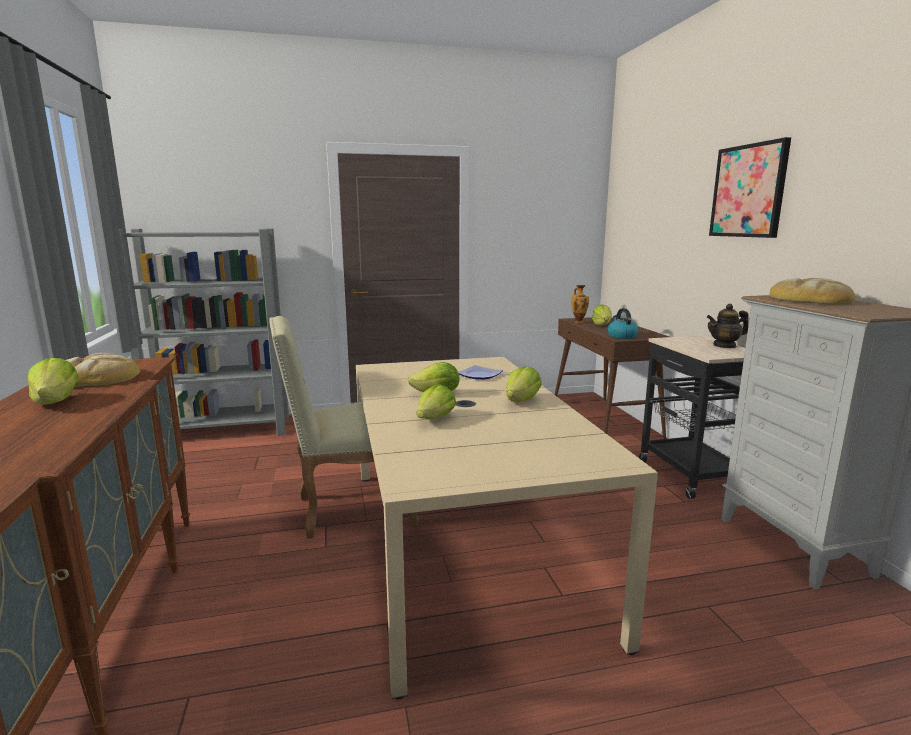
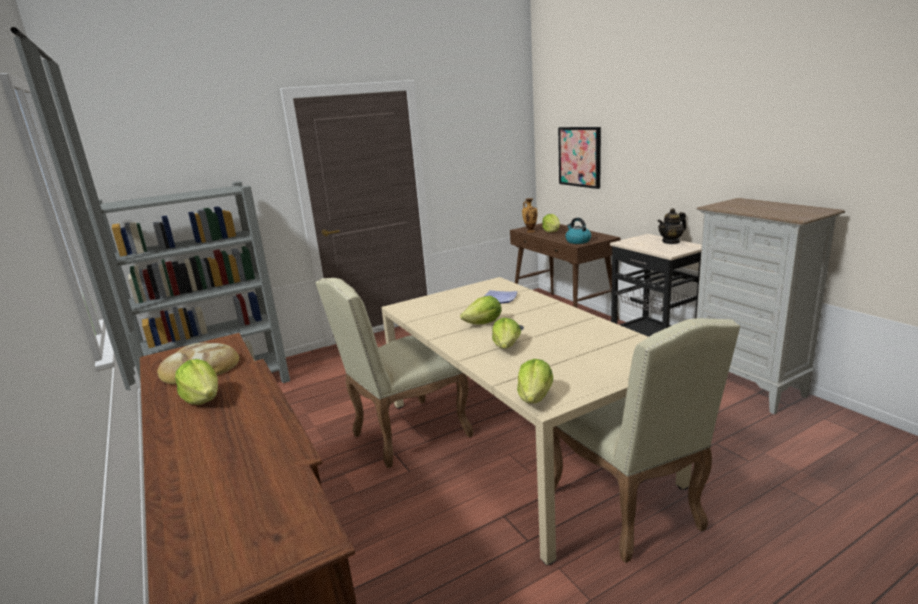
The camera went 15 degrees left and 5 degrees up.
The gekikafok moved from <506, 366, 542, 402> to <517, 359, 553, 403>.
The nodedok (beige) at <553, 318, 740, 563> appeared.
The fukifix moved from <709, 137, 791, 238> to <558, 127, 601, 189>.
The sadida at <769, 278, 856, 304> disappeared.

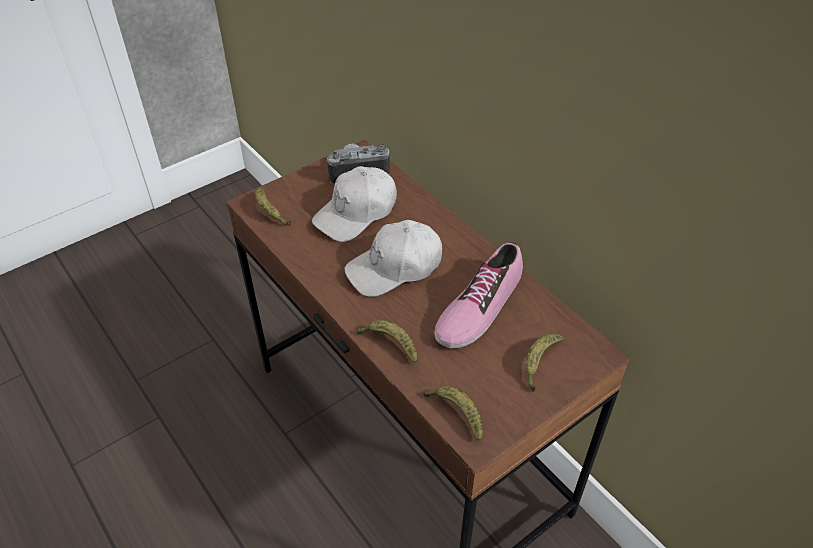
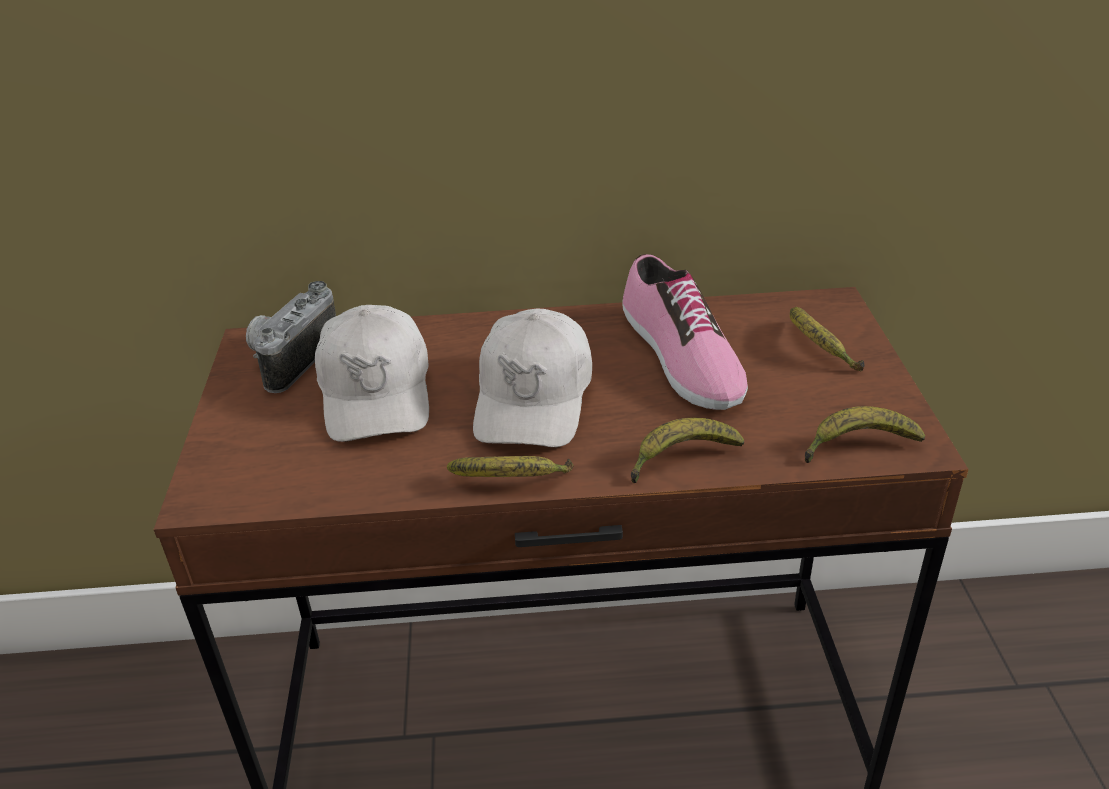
The camera went 55 degrees left and 10 degrees down.
The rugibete moved from <255, 188, 291, 226> to <447, 456, 574, 477>.

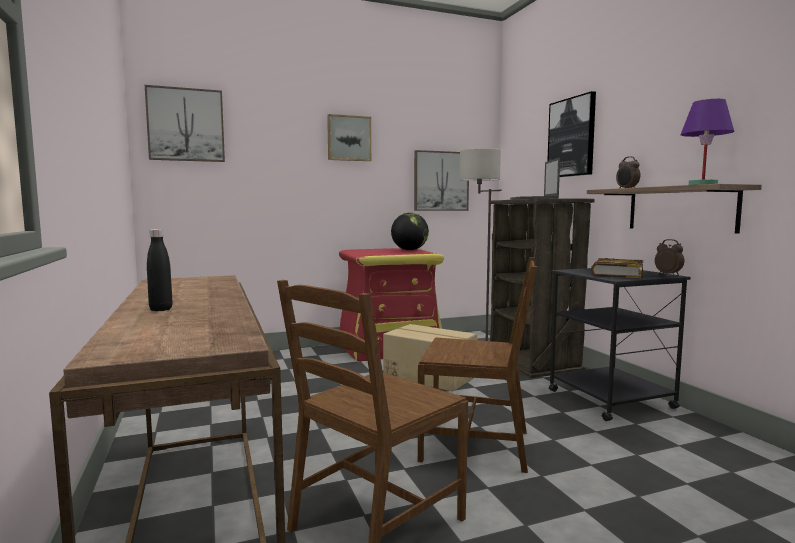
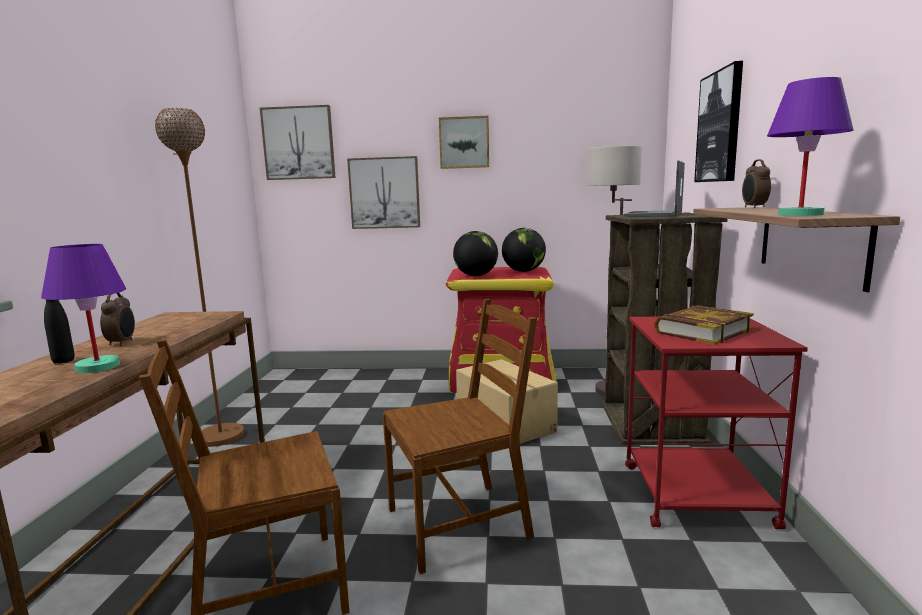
The camera went 25 degrees right and 5 degrees up.
The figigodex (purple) at <41, 244, 126, 373> appeared.
The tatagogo moved from <655, 239, 684, 275> to <100, 292, 135, 346>.
The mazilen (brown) at <155, 108, 244, 447> appeared.
The fukifix moved from <414, 150, 469, 211> to <347, 156, 420, 229>.
The nodedok (brown) at <418, 257, 537, 473> turned 60 degrees counterclockwise.
The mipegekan at <453, 231, 498, 276> appeared.
The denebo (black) at <549, 268, 690, 421> became the denebo (red) at <625, 317, 808, 529>.

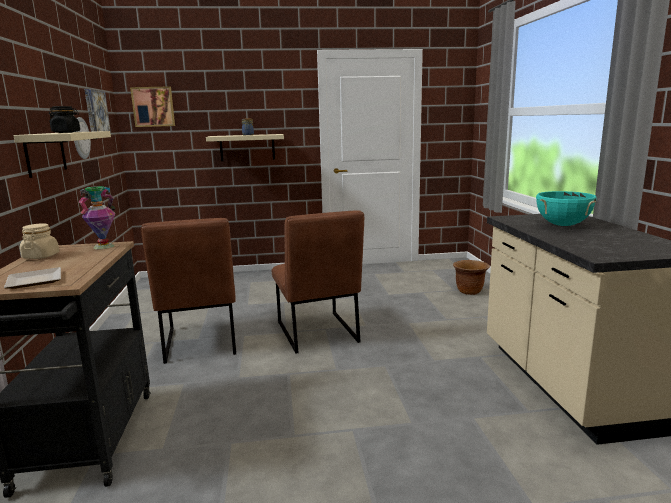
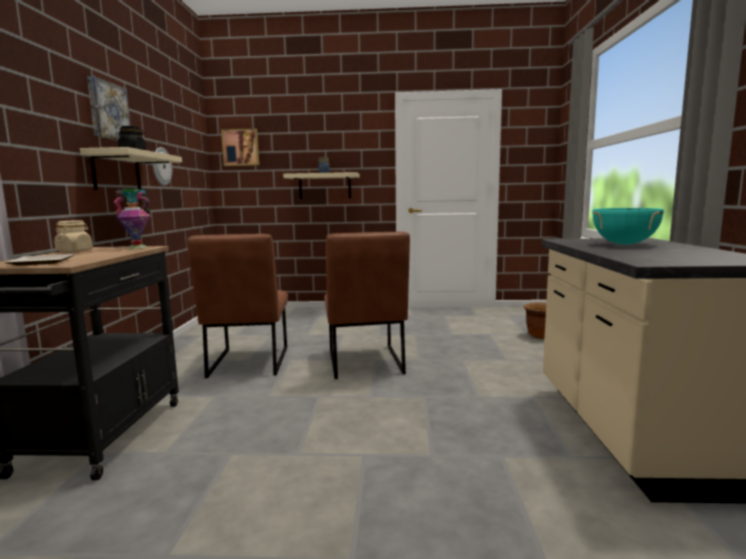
The camera went 10 degrees right and 5 degrees down.
The fukifix moved from <84, 89, 111, 134> to <87, 76, 131, 141>.

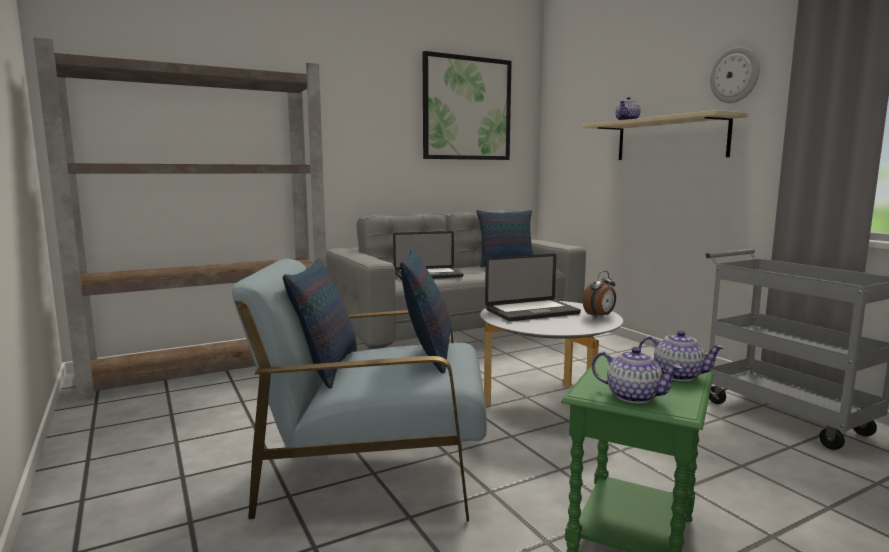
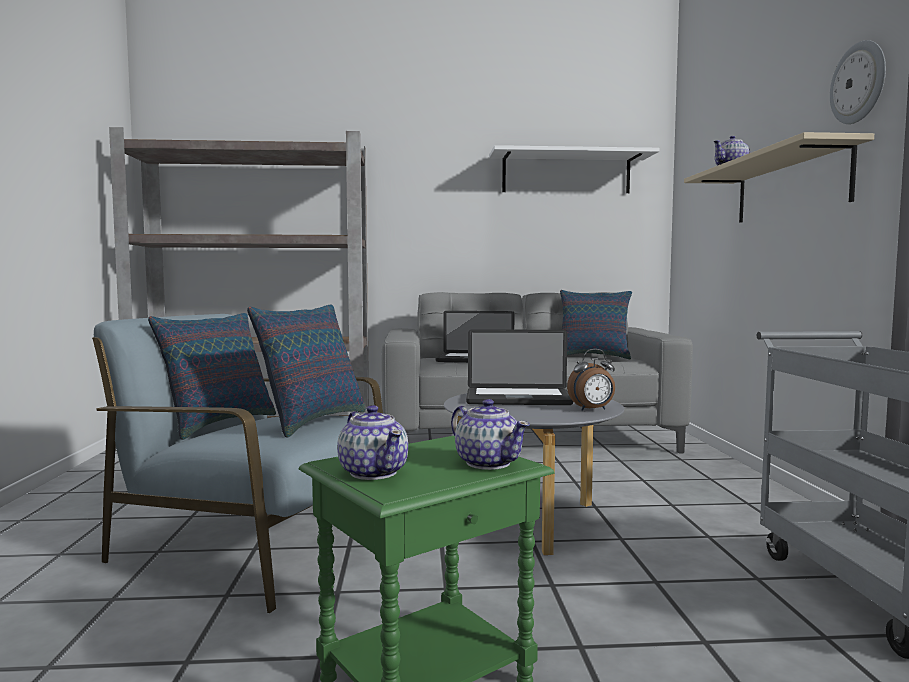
The camera went 25 degrees right and 5 degrees down.
The fukifix at <422, 51, 512, 160> was replaced by the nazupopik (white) at <489, 145, 660, 193>.

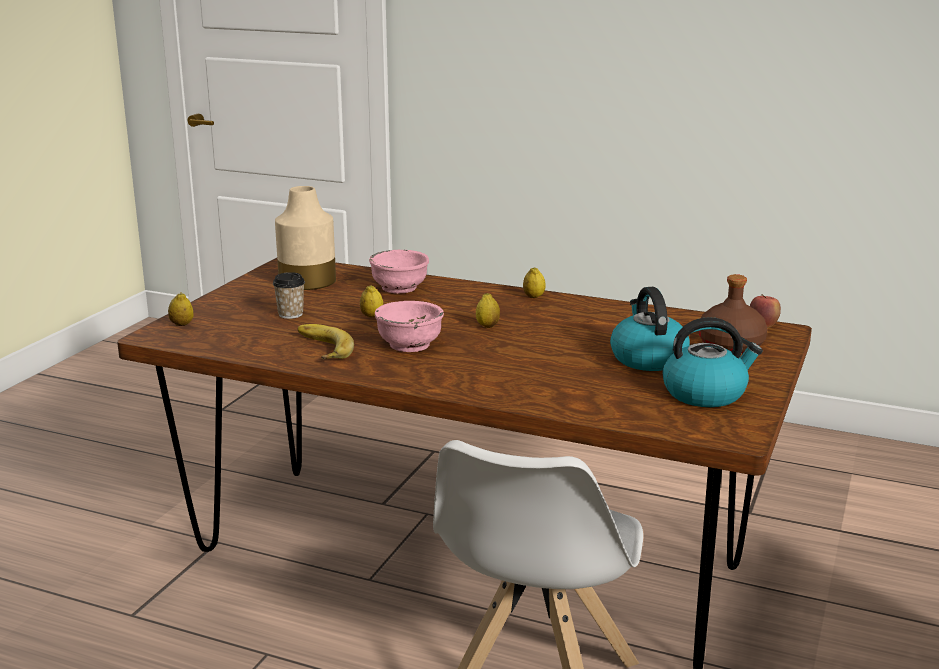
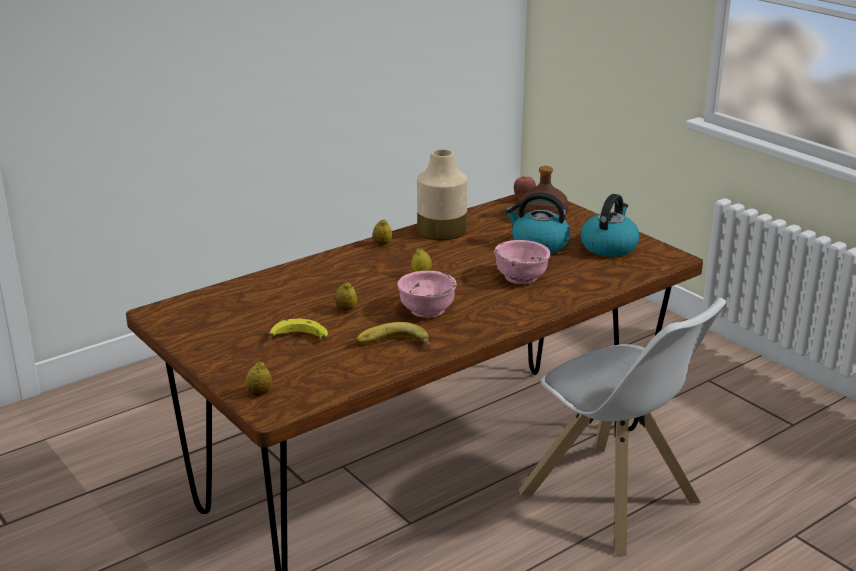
The camera went 60 degrees left and 5 degrees up.
The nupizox at <273, 272, 305, 319> was replaced by the rugibete at <269, 319, 328, 341>.
The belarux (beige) moved from <275, 186, 336, 290> to <417, 149, 467, 240>.
The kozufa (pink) moved from <369, 250, 429, 294> to <494, 240, 550, 284>.

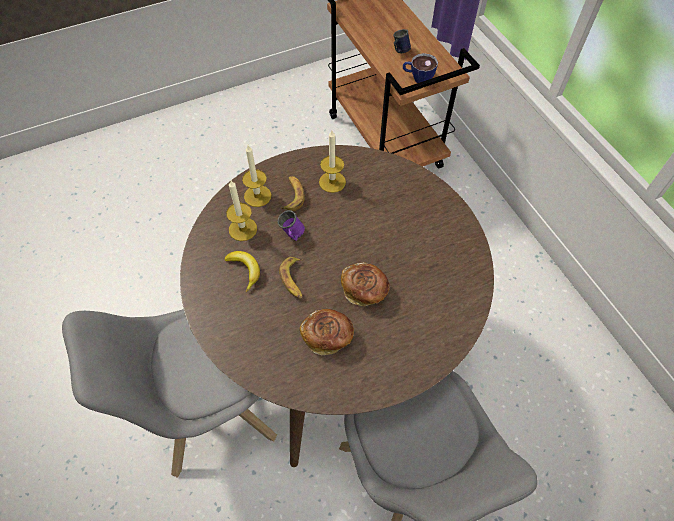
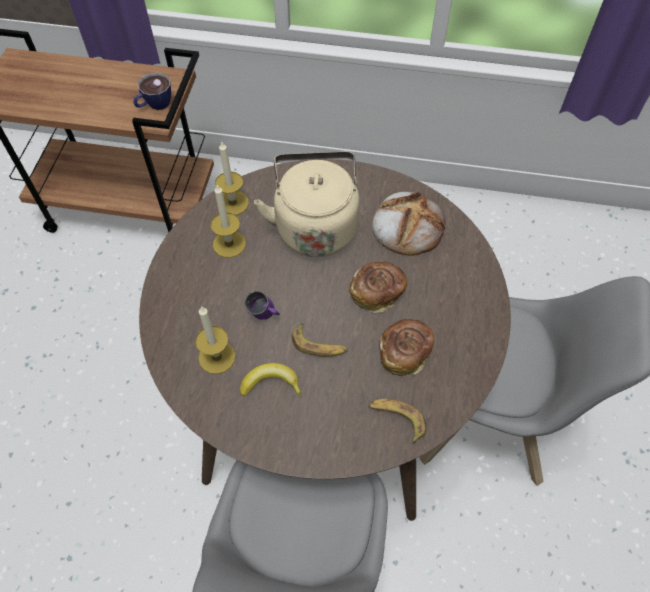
The camera went 55 degrees left and 0 degrees up.
The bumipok moved from <242, 145, 271, 207> to <215, 142, 249, 215>.
The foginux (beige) at <254, 152, 360, 257> appeared.
The rugibete moved from <281, 176, 305, 211> to <369, 399, 427, 444>.
The sadida at <372, 192, 446, 256> appeared.
The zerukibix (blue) at <393, 29, 411, 53> disappeared.

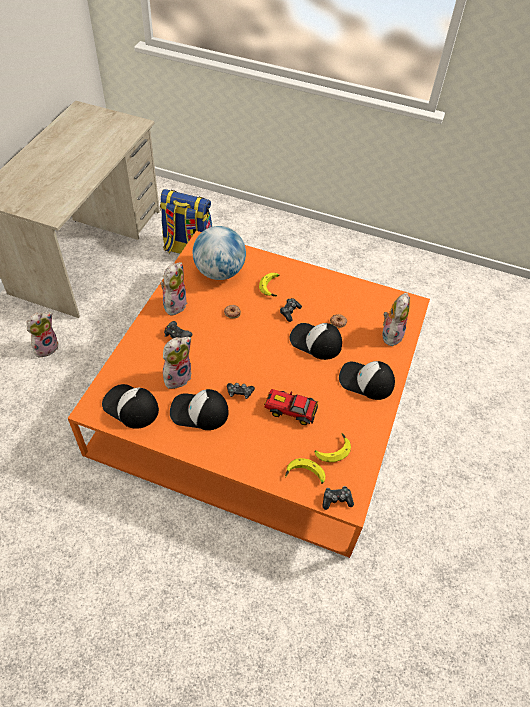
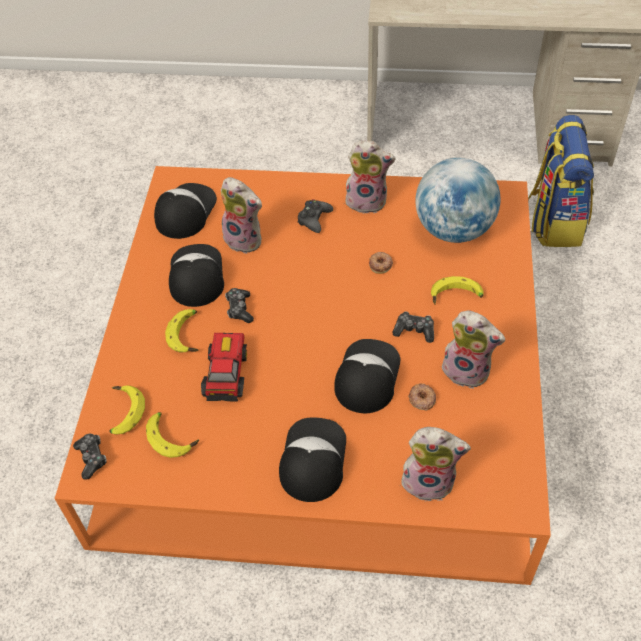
The camera went 80 degrees right and 0 degrees up.
The rugibete at <165, 309, 198, 352> appeared.
The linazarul moved from <26, 312, 58, 357> to <442, 310, 505, 389>.

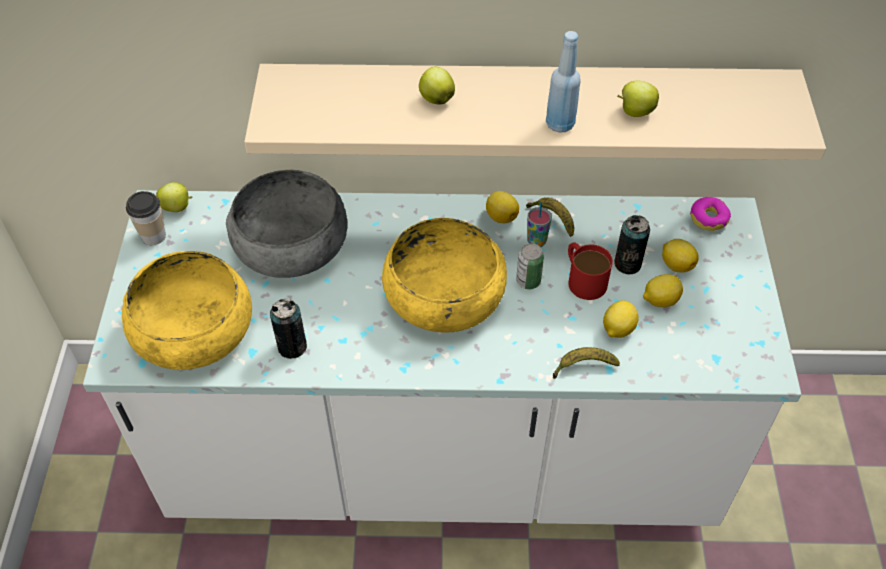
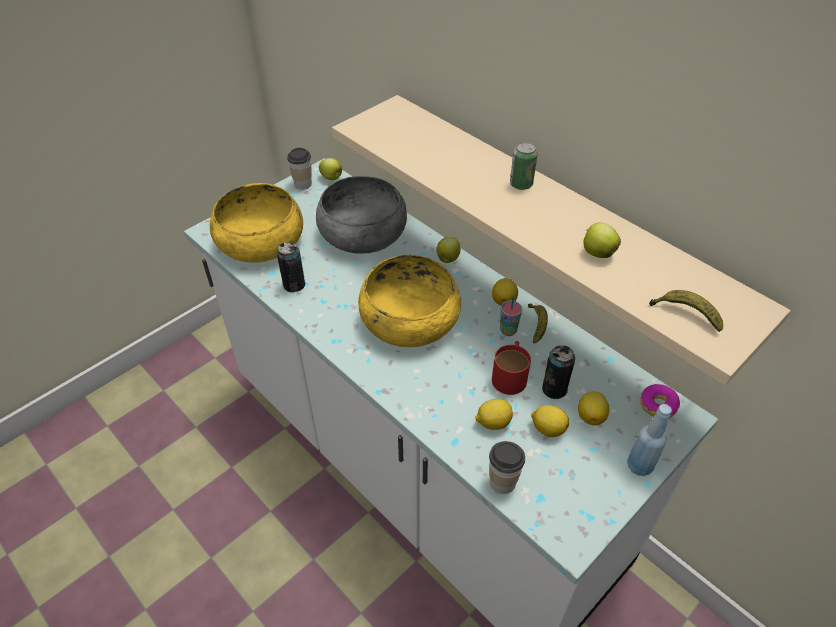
The camera went 45 degrees right and 5 degrees down.
The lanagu moved from <419, 67, 455, 104> to <437, 237, 461, 263>.
The nupizox at <489, 441, 525, 494> appeared.
The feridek moved from <516, 243, 544, 289> to <510, 142, 538, 190>.
The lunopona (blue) moved from <546, 31, 581, 133> to <627, 404, 672, 476>.
The rugibete moved from <553, 347, 620, 379> to <649, 290, 723, 332>.

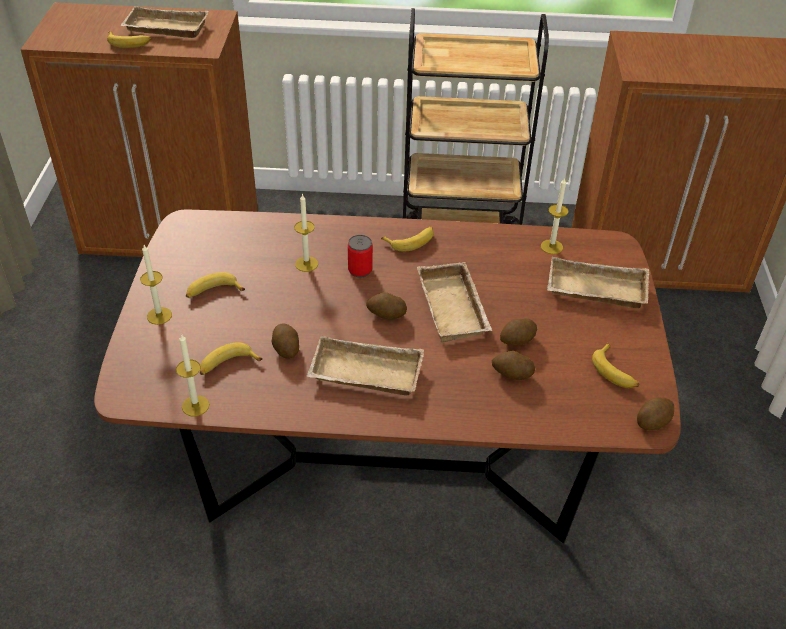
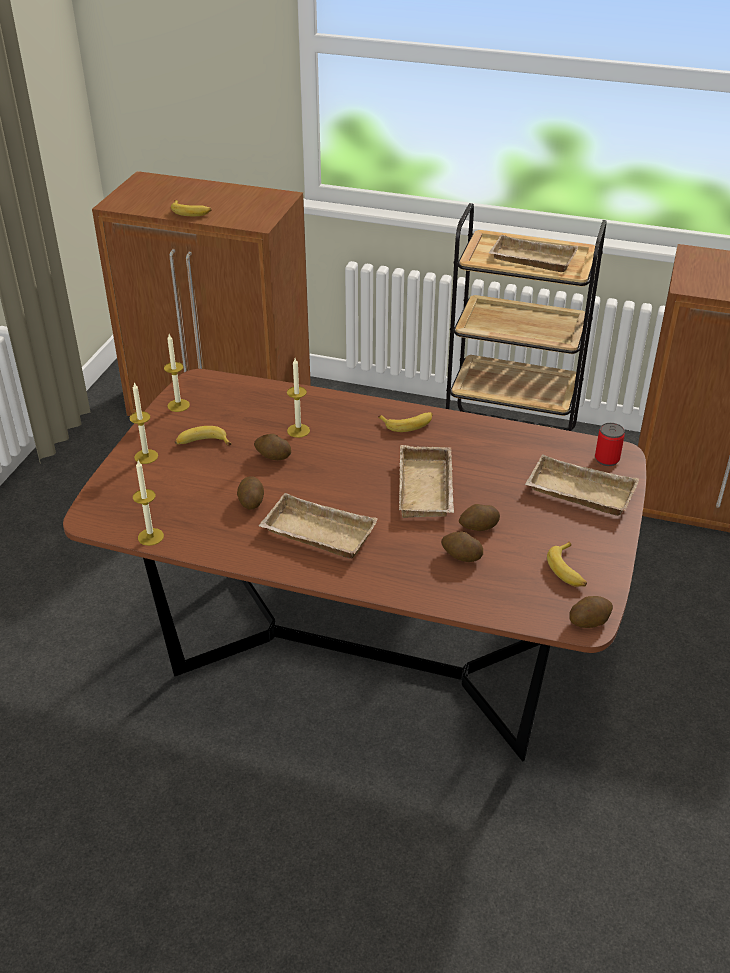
The camera went 15 degrees right and 5 degrees down.
The bumipok moved from <541, 177, 568, 254> to <164, 334, 190, 412>.
The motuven moved from <366, 292, 407, 319> to <254, 434, 291, 460>.
The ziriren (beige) moved from <120, 6, 208, 38> to <489, 235, 579, 272>.
The feridek moved from <348, 235, 373, 277> to <595, 423, 625, 466>.
The rugibete at <200, 342, 263, 375> disappeared.

